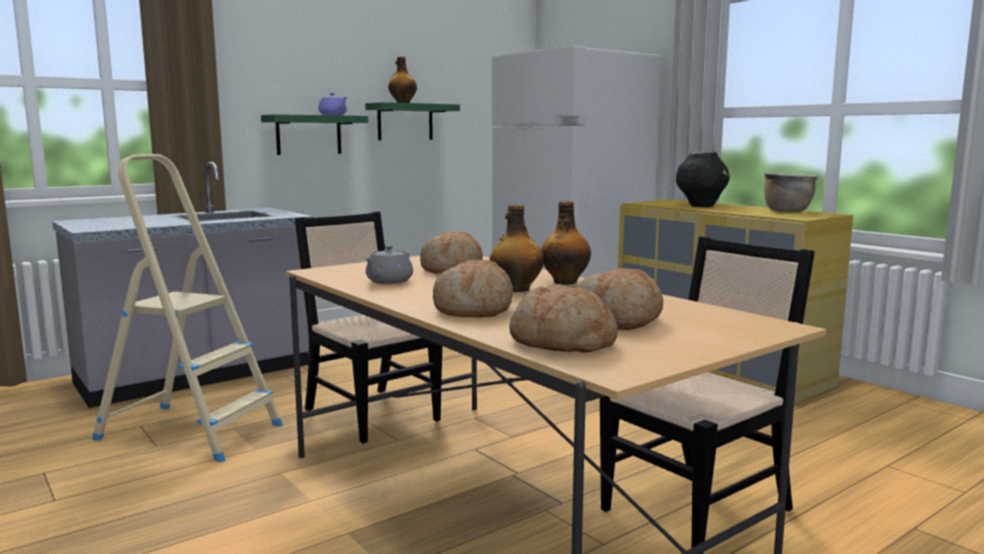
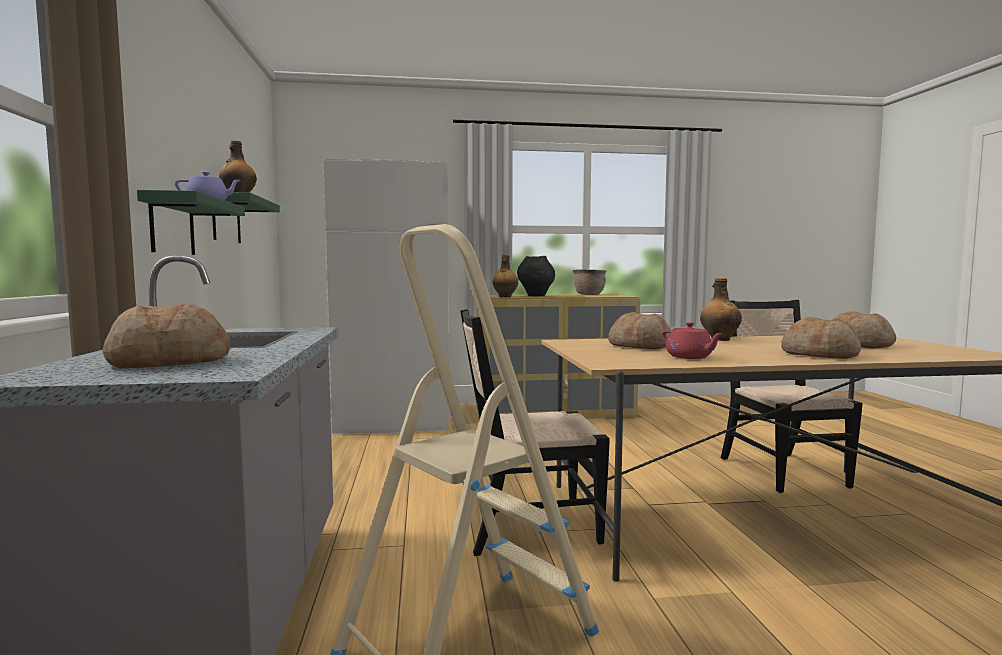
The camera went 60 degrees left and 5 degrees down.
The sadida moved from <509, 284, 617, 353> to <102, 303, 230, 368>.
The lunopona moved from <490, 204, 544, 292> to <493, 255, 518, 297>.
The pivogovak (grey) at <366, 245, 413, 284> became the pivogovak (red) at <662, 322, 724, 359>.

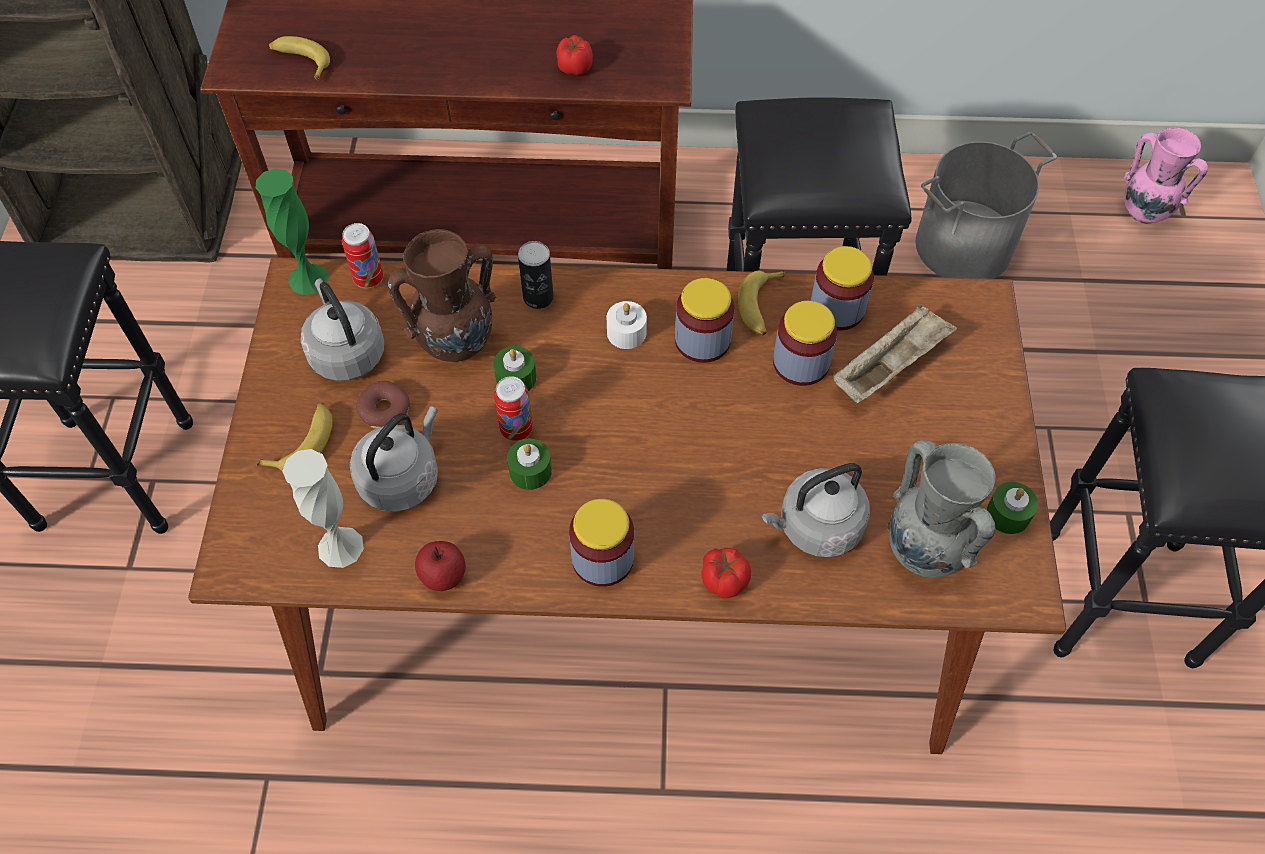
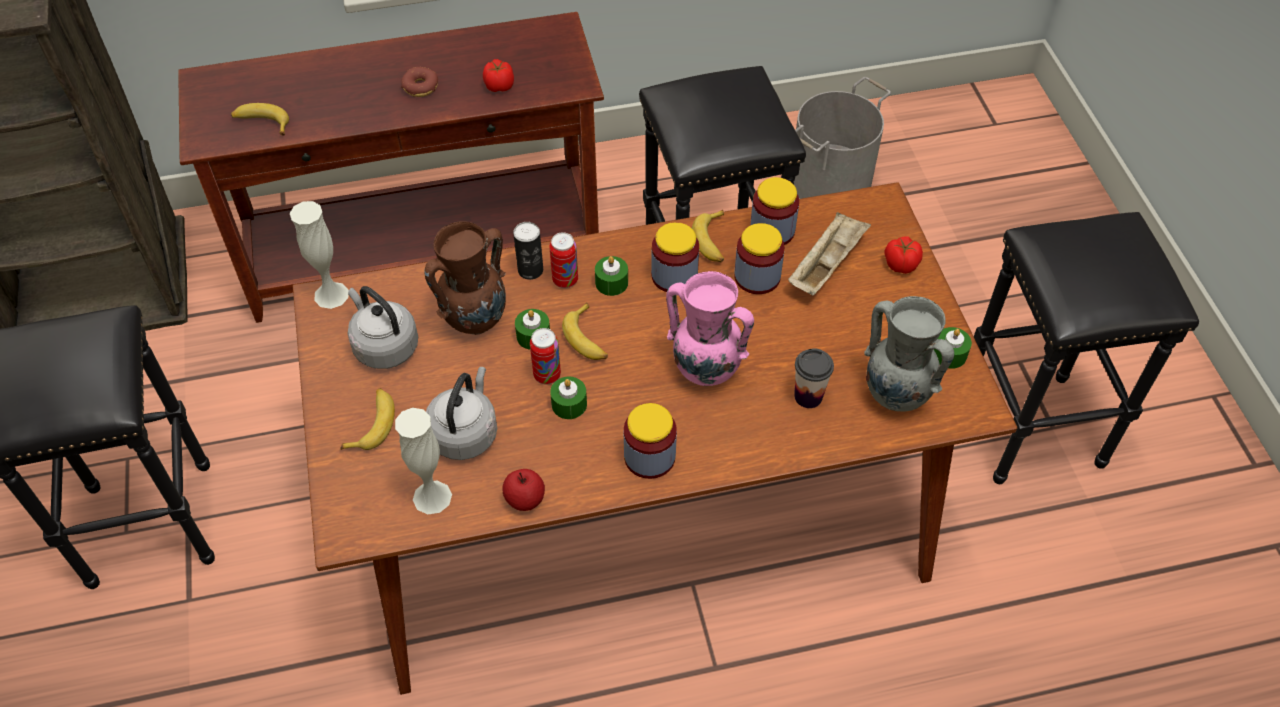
The camera went 15 degrees left and 5 degrees down.
The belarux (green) at <255, 168, 329, 295> became the belarux (white) at <290, 201, 349, 309>.
The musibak moved from <356, 381, 410, 429> to <401, 67, 438, 97>.
The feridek moved from <342, 223, 383, 288> to <549, 232, 578, 288>.
The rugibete at <562, 302, 608, 360> appeared.
The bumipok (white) at <607, 301, 647, 349> became the bumipok (green) at <595, 256, 628, 296>.
The belarux (pink) moved from <1124, 128, 1208, 224> to <666, 271, 754, 386>.
The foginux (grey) at <762, 463, 870, 557> was replaced by the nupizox at <794, 348, 834, 408>.
The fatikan moved from <701, 548, 751, 598> to <884, 236, 923, 274>.

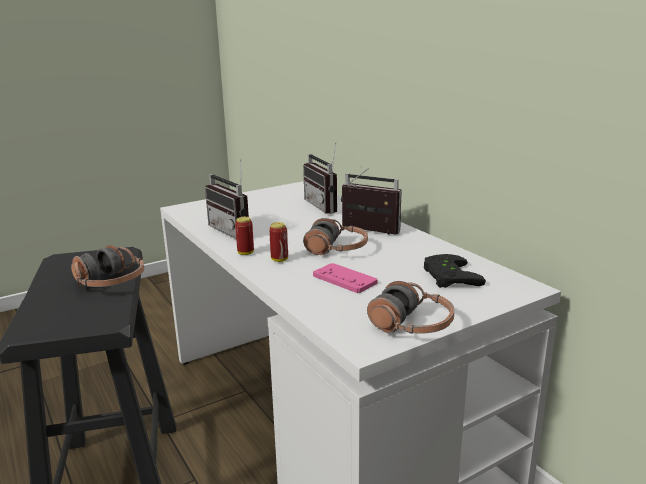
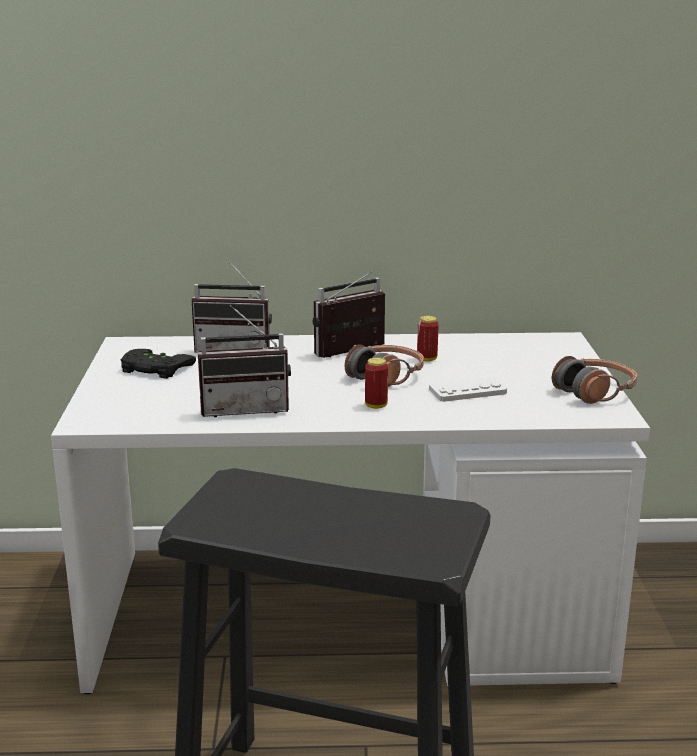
The camera went 60 degrees left and 0 degrees up.
The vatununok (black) moved from <424, 254, 486, 288> to <121, 349, 196, 379>.
The feridek moved from <235, 217, 254, 255> to <417, 316, 439, 362>.
The vatununok (pink) at <313, 263, 378, 293> became the vatununok (white) at <429, 377, 507, 402>.
The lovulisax at <71, 245, 144, 287> disappeared.

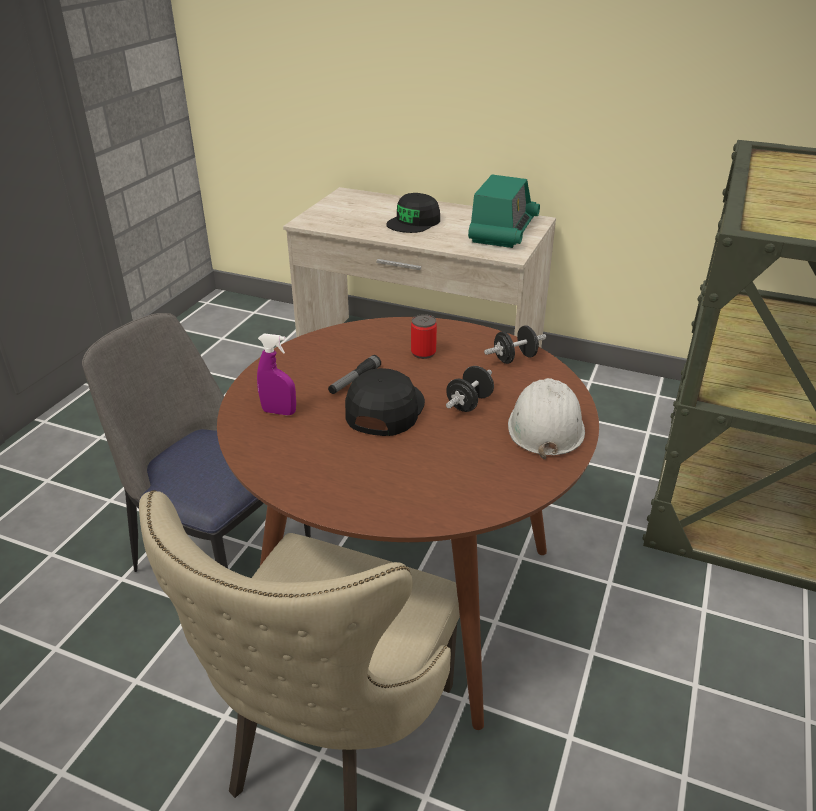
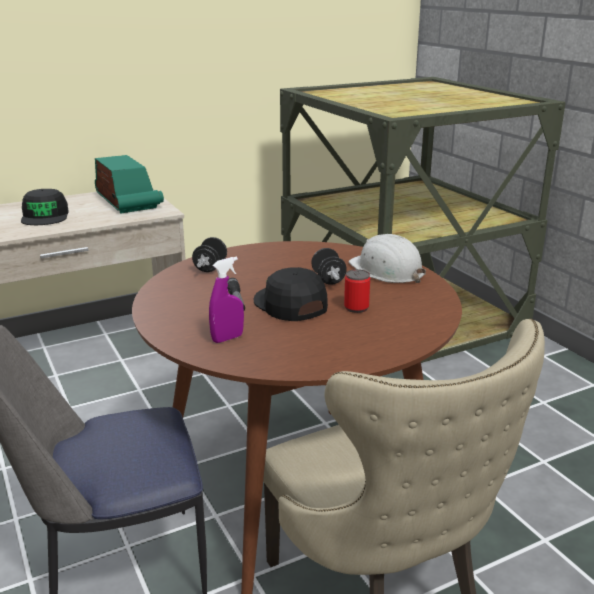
The camera went 50 degrees left and 10 degrees down.
The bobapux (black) moved from <484, 325, 546, 364> to <192, 237, 227, 272>.
The feridek moved from <411, 314, 437, 359> to <344, 269, 370, 313>.

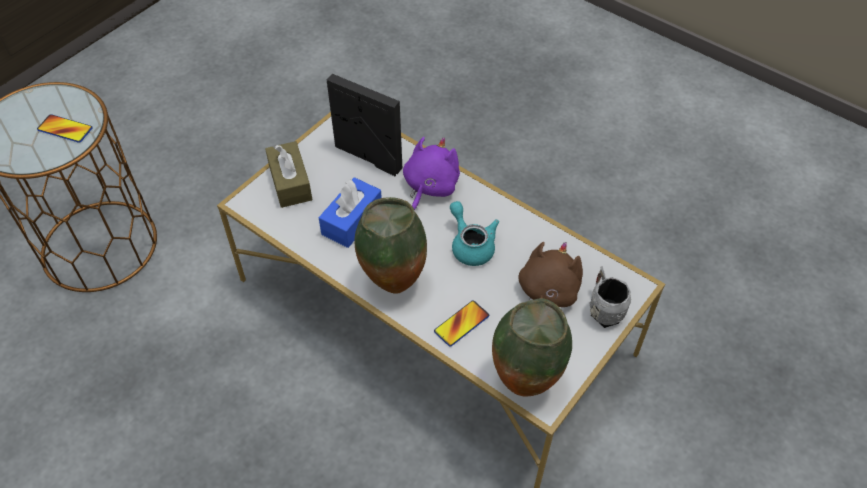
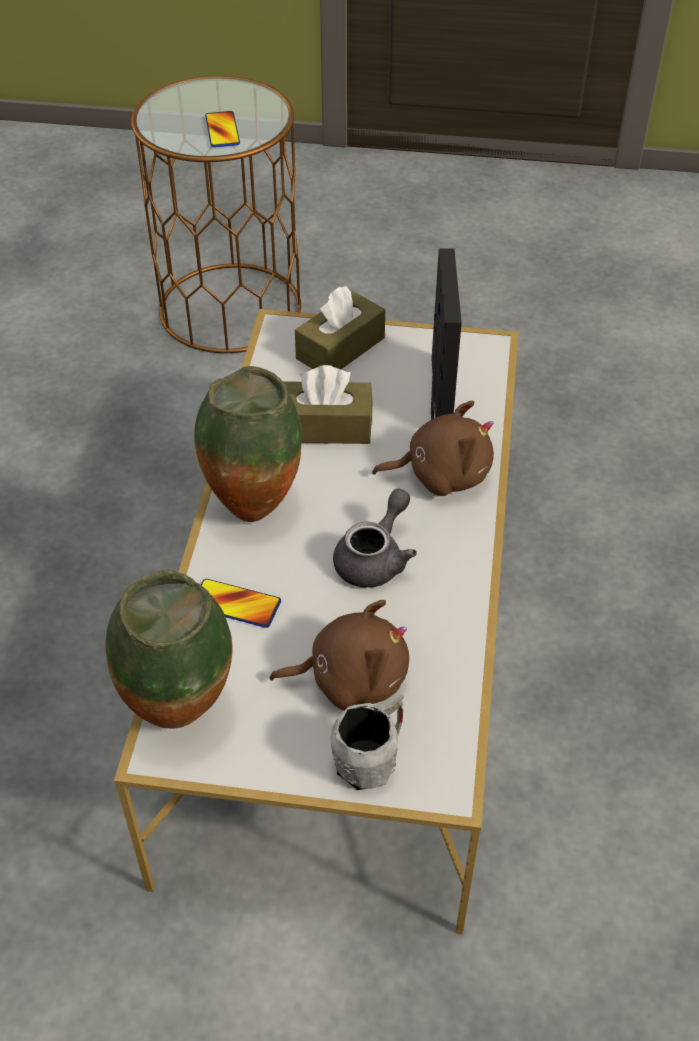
The camera went 60 degrees right and 5 degrees down.
The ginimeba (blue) at <319, 177, 382, 248> became the ginimeba (brown) at <283, 365, 372, 444>.
The pivogovak (turquoise) at <450, 201, 499, 266> became the pivogovak (grey) at <333, 489, 417, 588>.
The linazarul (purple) at <403, 137, 460, 210> became the linazarul (brown) at <372, 401, 494, 496>.

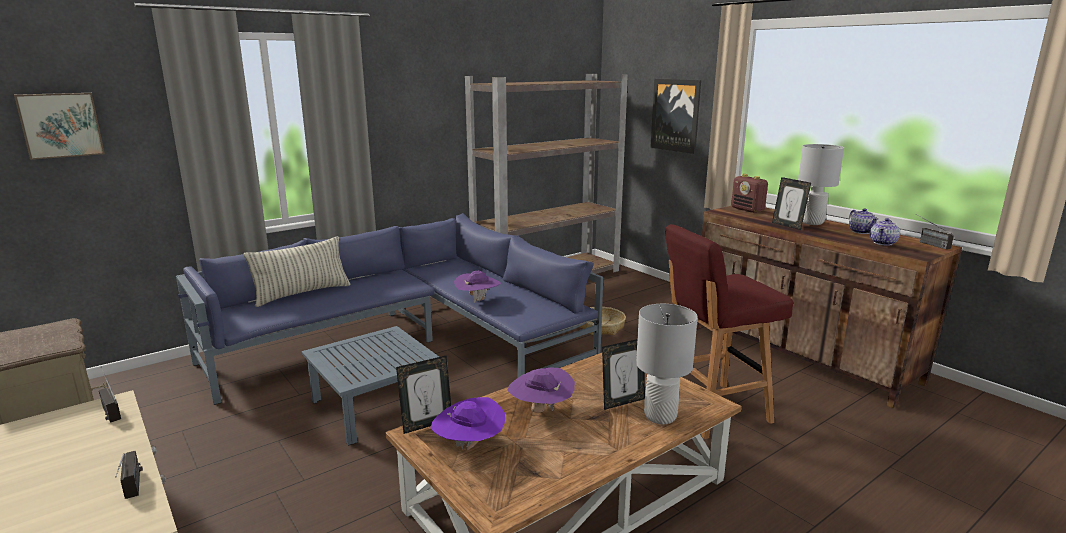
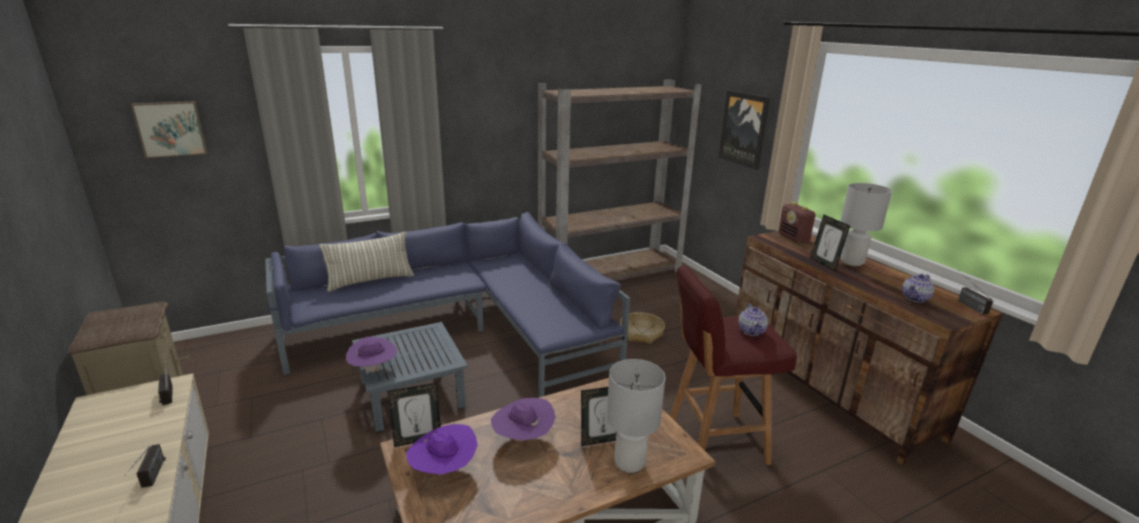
The camera went 10 degrees right and 5 degrees up.
The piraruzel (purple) moved from <454, 271, 501, 303> to <346, 337, 397, 374>.
The pivogovak moved from <849, 208, 878, 234> to <738, 304, 768, 336>.

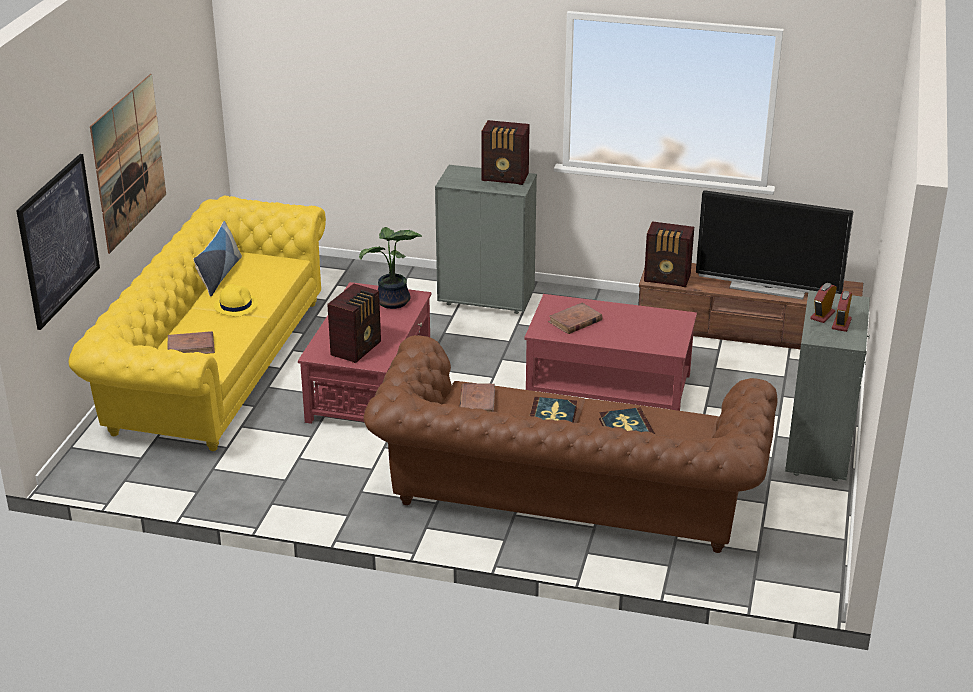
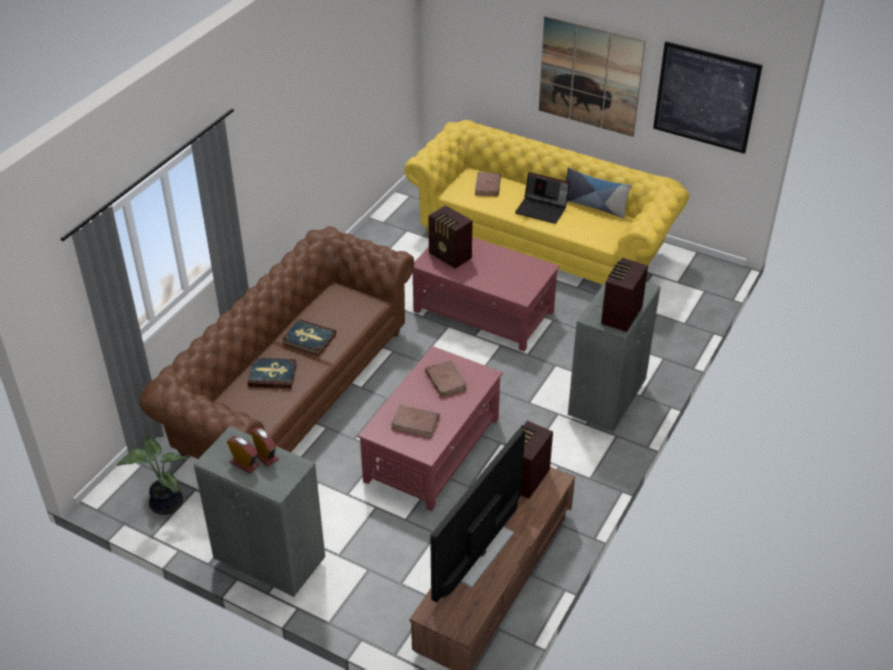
The camera went 105 degrees right and 10 degrees up.
The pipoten moved from <359, 227, 422, 309> to <117, 437, 187, 515>.
The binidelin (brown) moved from <460, 383, 495, 412> to <391, 405, 440, 438>.
The piraruzel (yellow) at <214, 284, 258, 317> was replaced by the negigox at <515, 172, 570, 224>.
The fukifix moved from <16, 154, 100, 330> to <653, 41, 763, 154>.

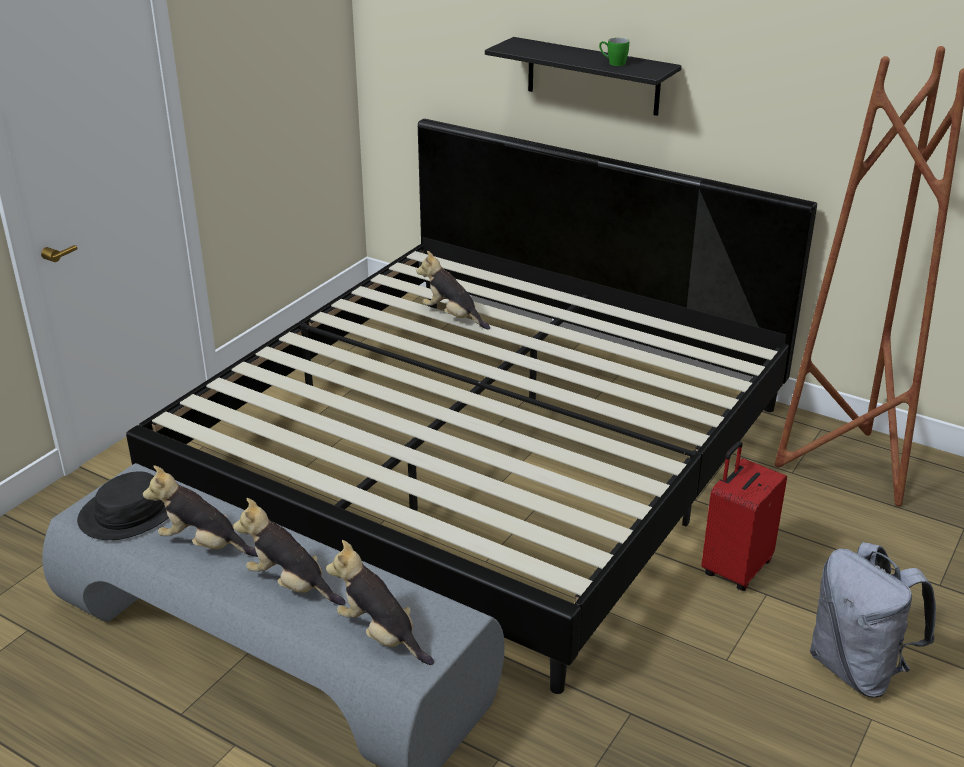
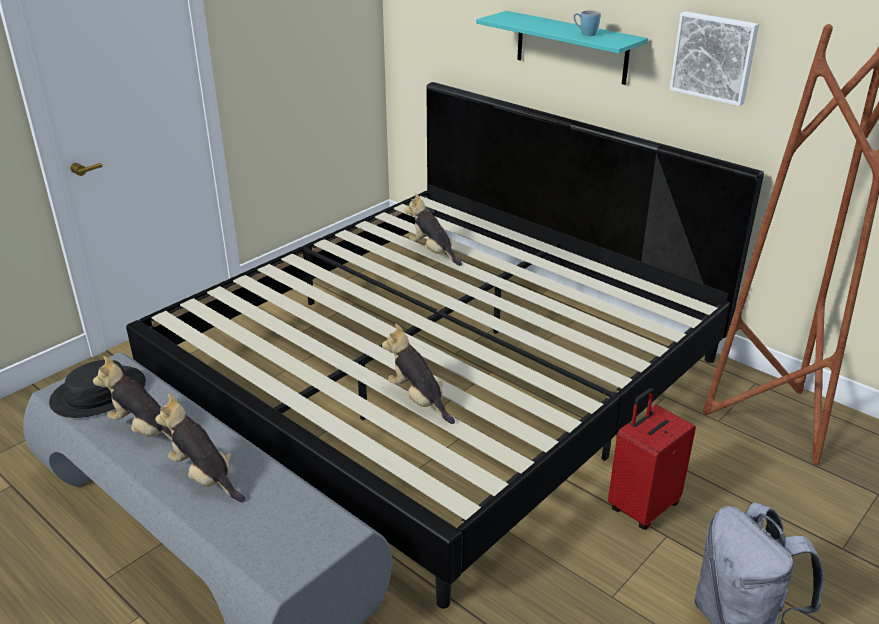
The camera went 10 degrees right and 0 degrees up.
The linazarul moved from <326, 540, 434, 665> to <382, 324, 455, 424>.
The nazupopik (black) at <485, 37, 681, 116> became the nazupopik (turquoise) at <476, 11, 648, 85>.
The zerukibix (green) at <599, 38, 629, 66> became the zerukibix (blue) at <573, 11, 601, 36>.
The fukifix at <669, 11, 759, 106> appeared.

